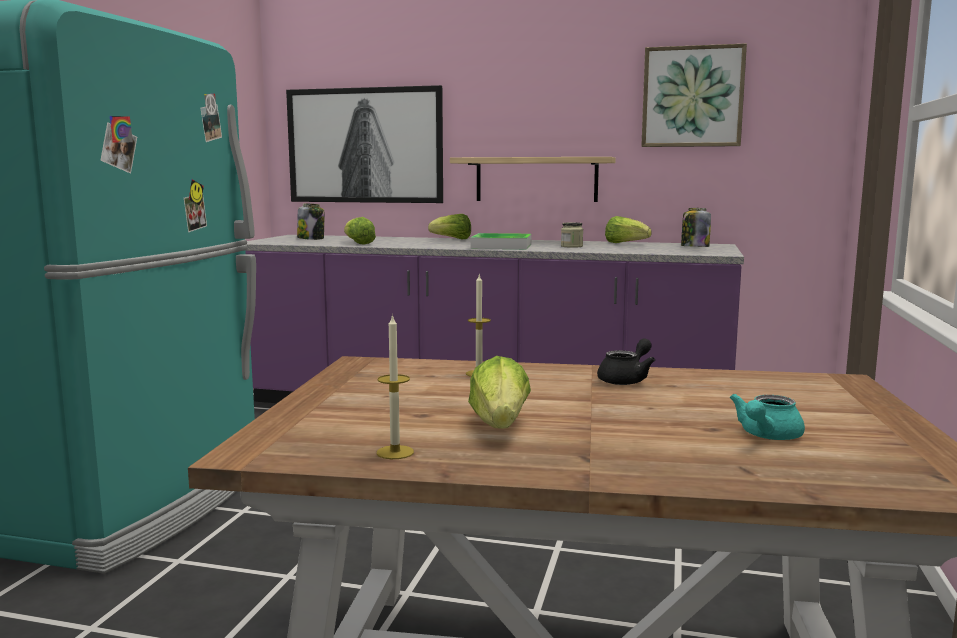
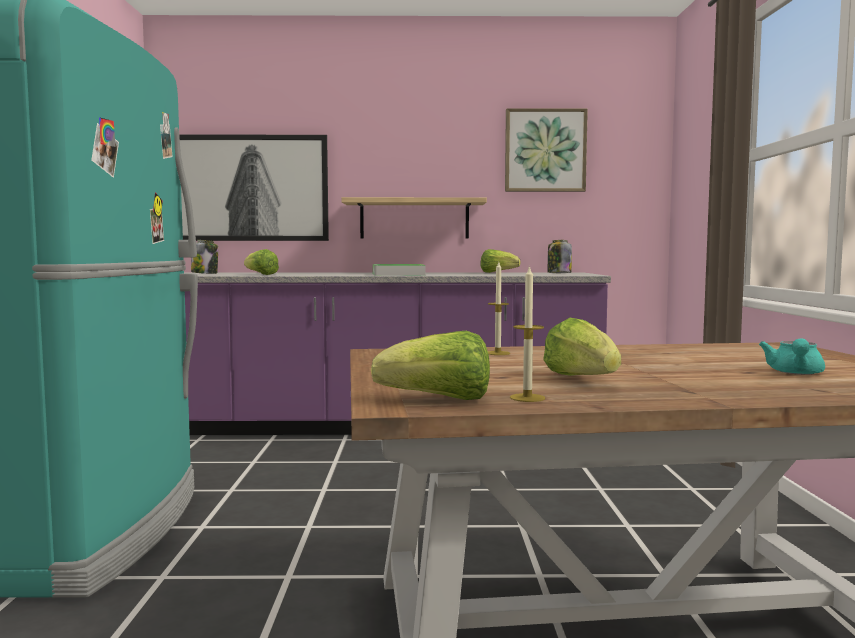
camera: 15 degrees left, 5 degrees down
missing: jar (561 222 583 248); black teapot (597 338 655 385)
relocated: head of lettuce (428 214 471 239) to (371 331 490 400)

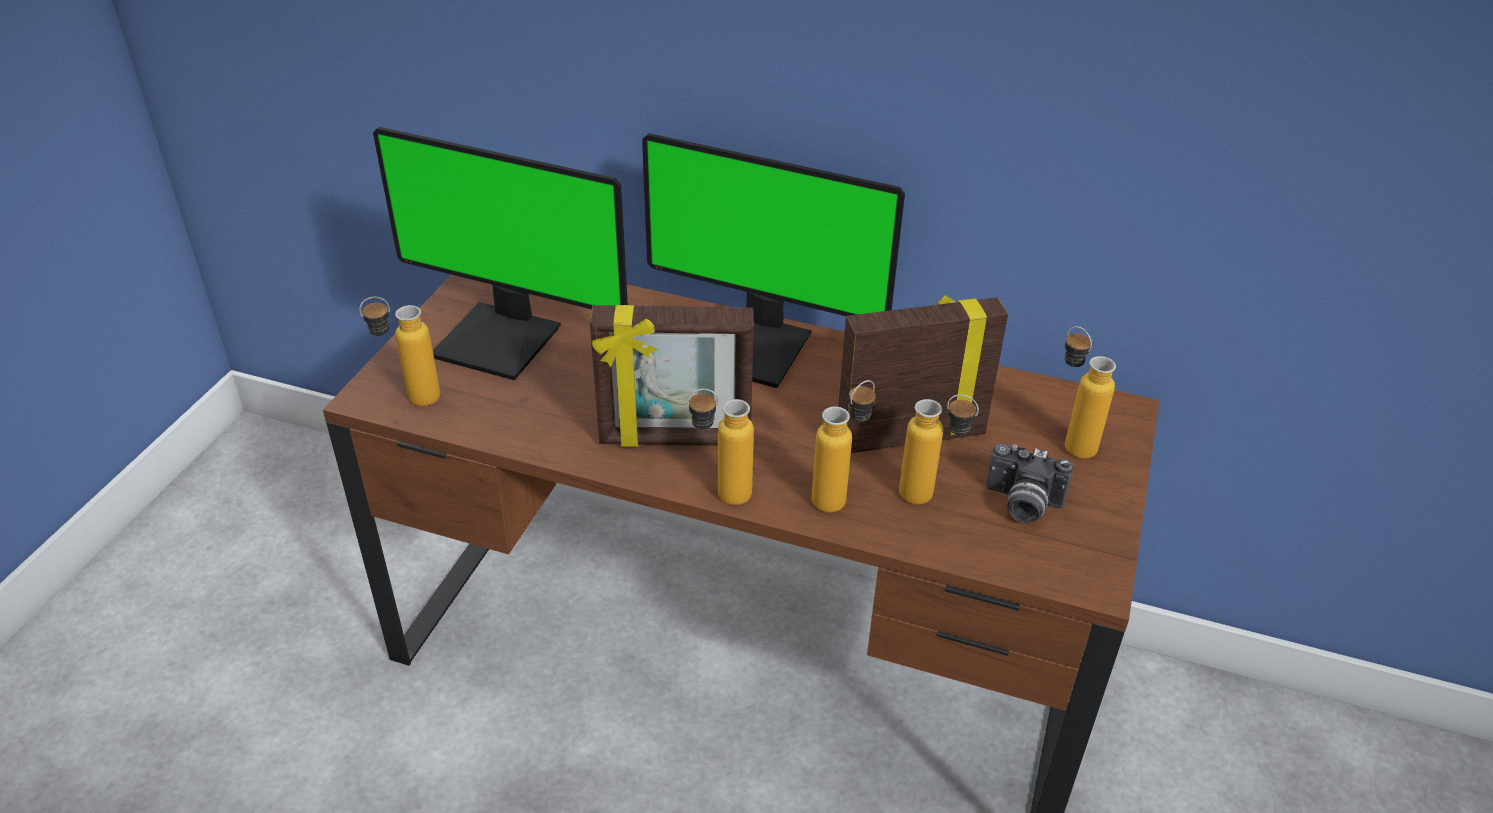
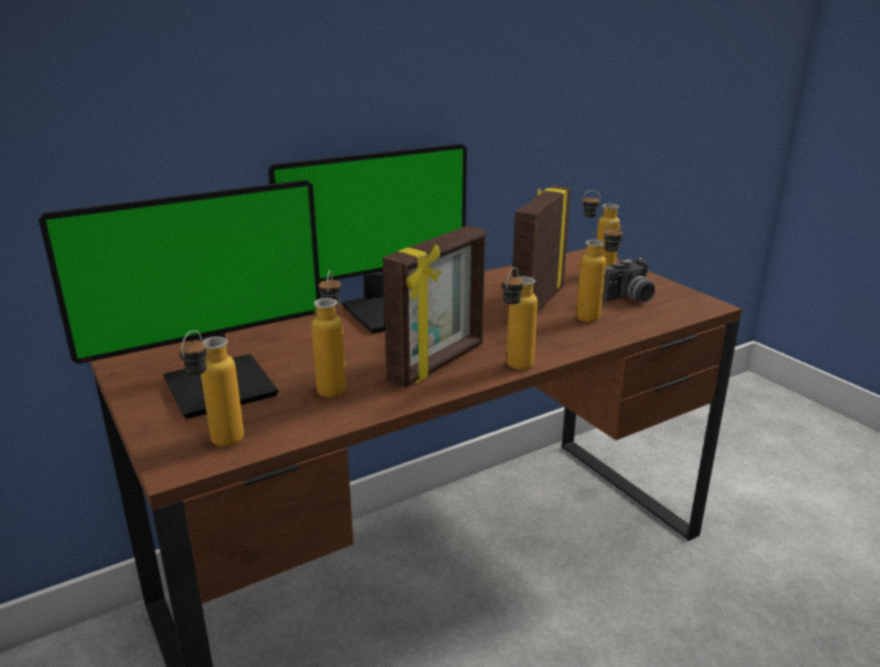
camera: 50 degrees left, 15 degrees down
relocated: beverage bottle (812 380 876 513) to (312 270 346 397)

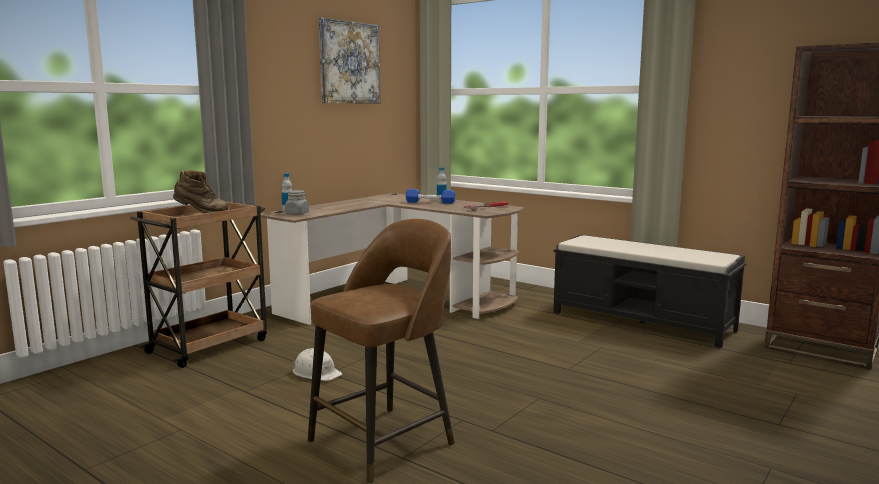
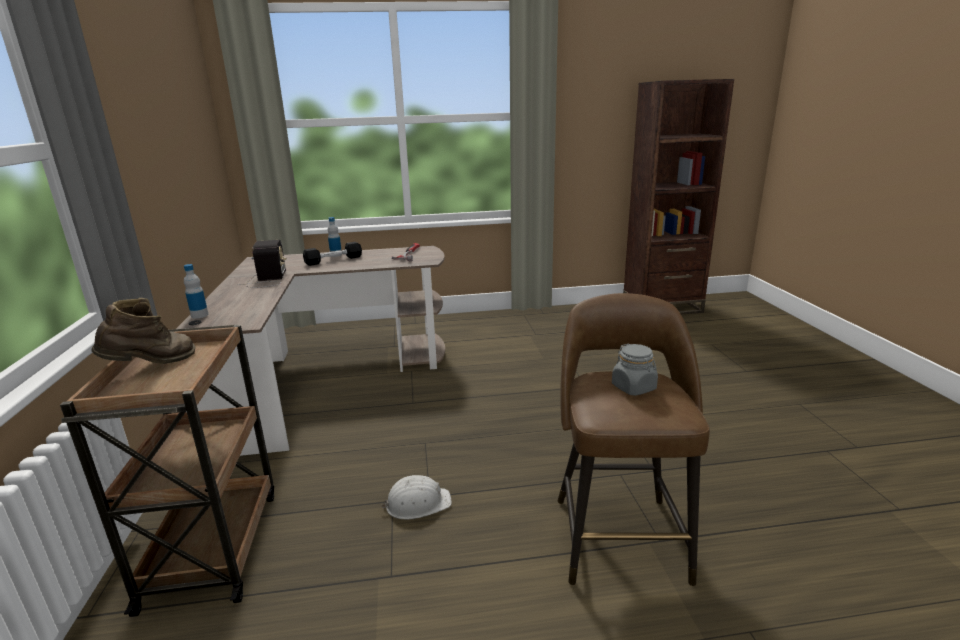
camera: 45 degrees left, 10 degrees up
missing: picture (319 18 380 103); black indoor bench (553 235 746 348)
appeared: radio receiver (237 240 287 288)
relocated: grey jar (285 190 309 215) to (612 343 658 396)
colour: blue free weight (406 189 455 204) to black free weight (303 242 362 266)

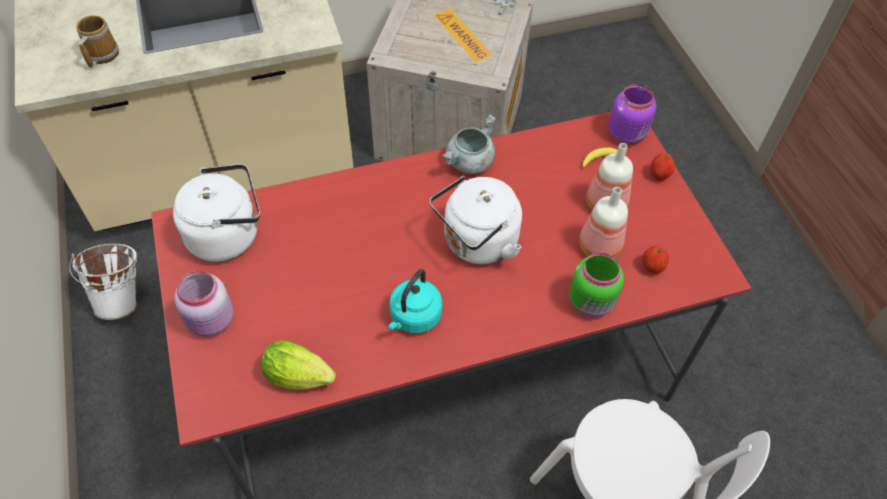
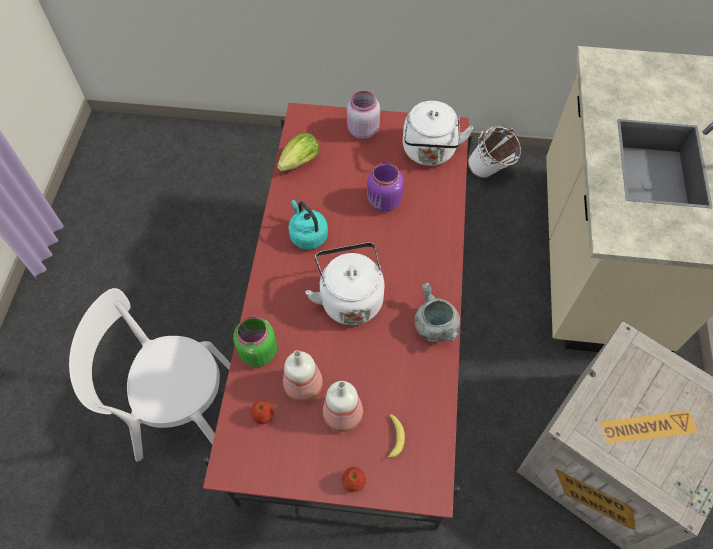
camera: 115 degrees right, 5 degrees up
missing: coffee mug (76 15 119 68)
relocated: purple jar (609 84 656 144) to (367 162 403 212)

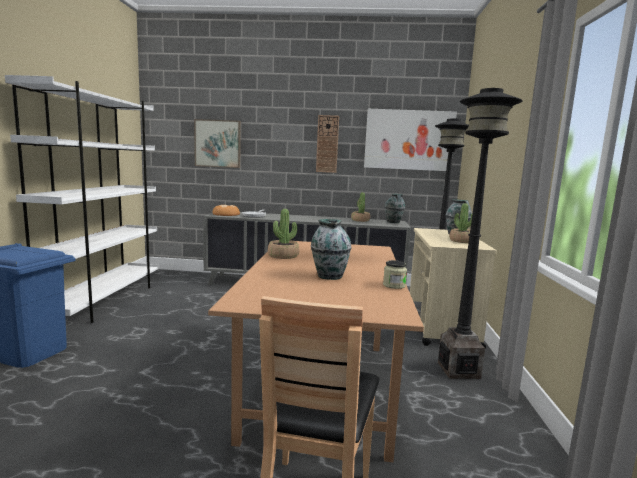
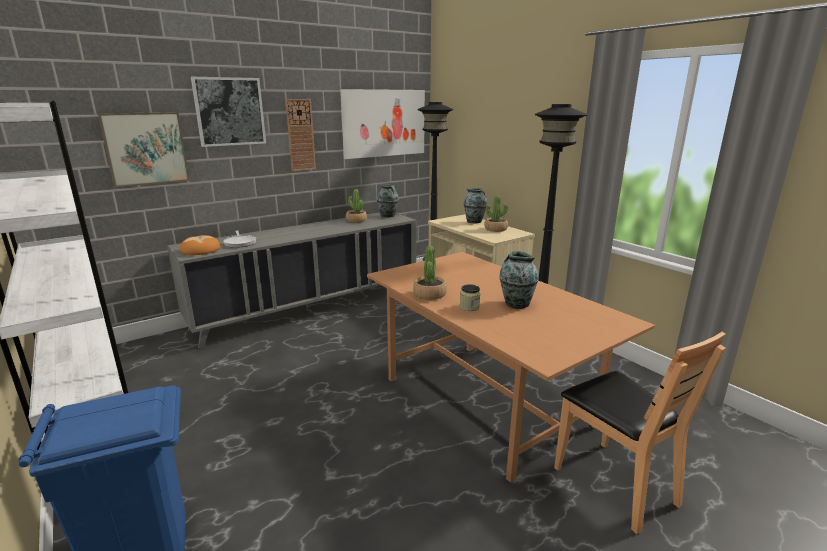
camera: 40 degrees left, 10 degrees up
appeared: picture (191 77 266 147)
relocated: jar (383 260 407 289) to (460 284 480 311)

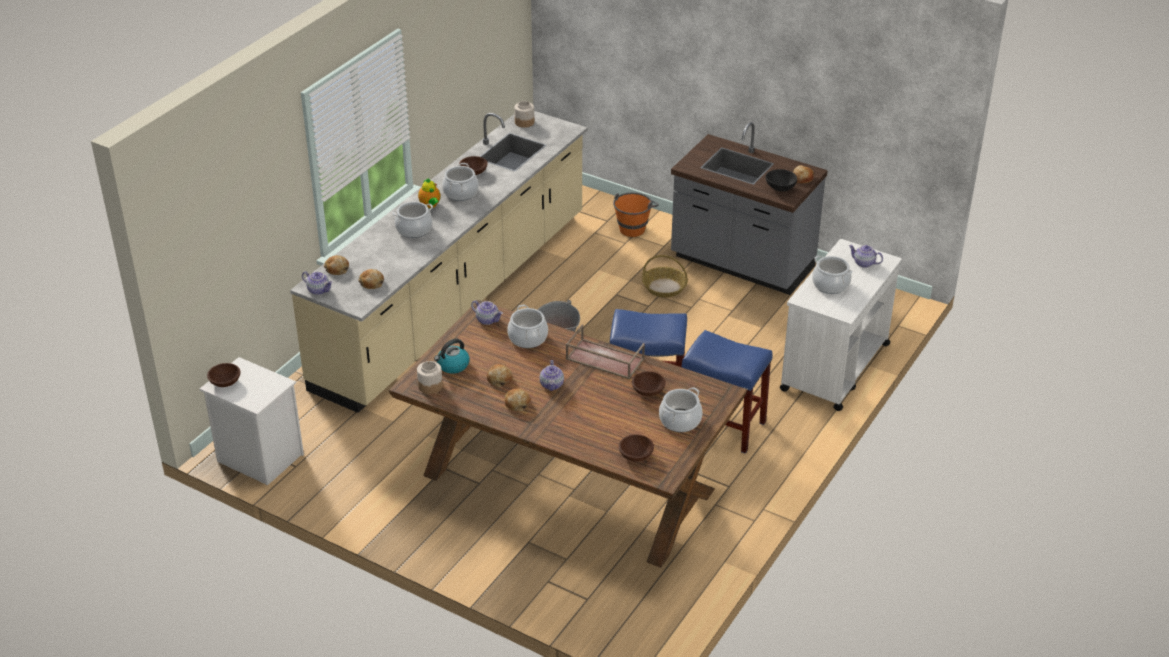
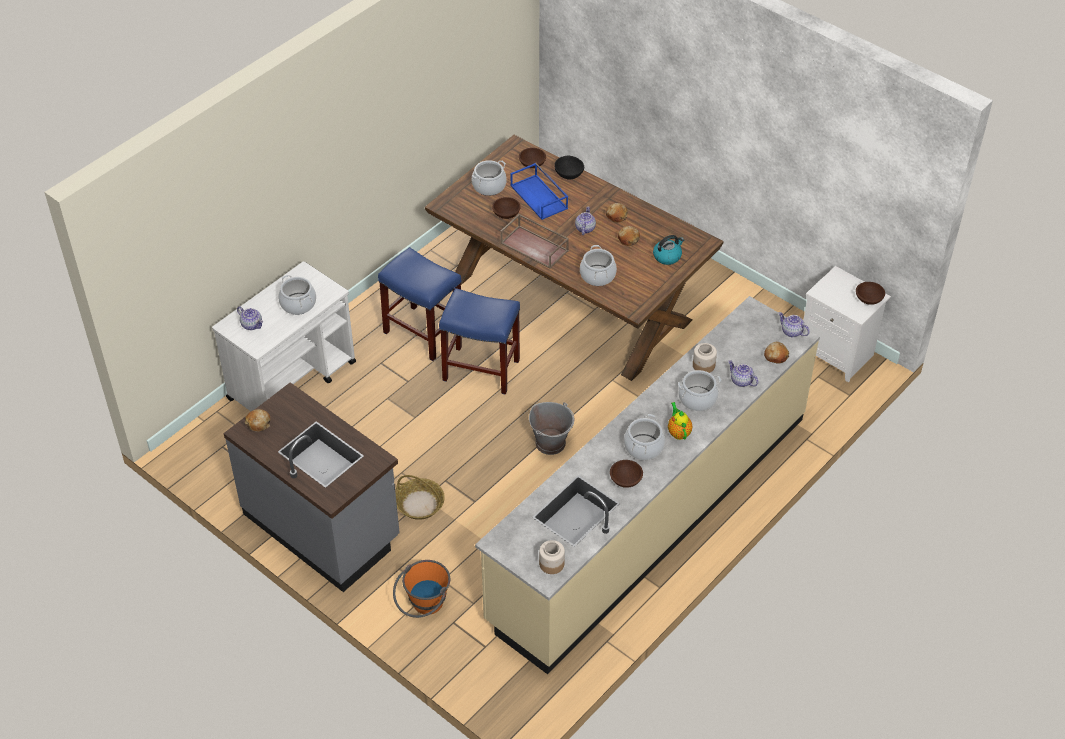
camera: 170 degrees left, 10 degrees up
missing: bakery bread (358 269 384 289)
appeared: blue serving tray (511 163 568 220)
relocated: jar (417 361 443 394) to (693 343 717 373); teapot (471 300 503 325) to (728 360 758 387); black deep dish (766 169 797 192) to (554 156 584 179)

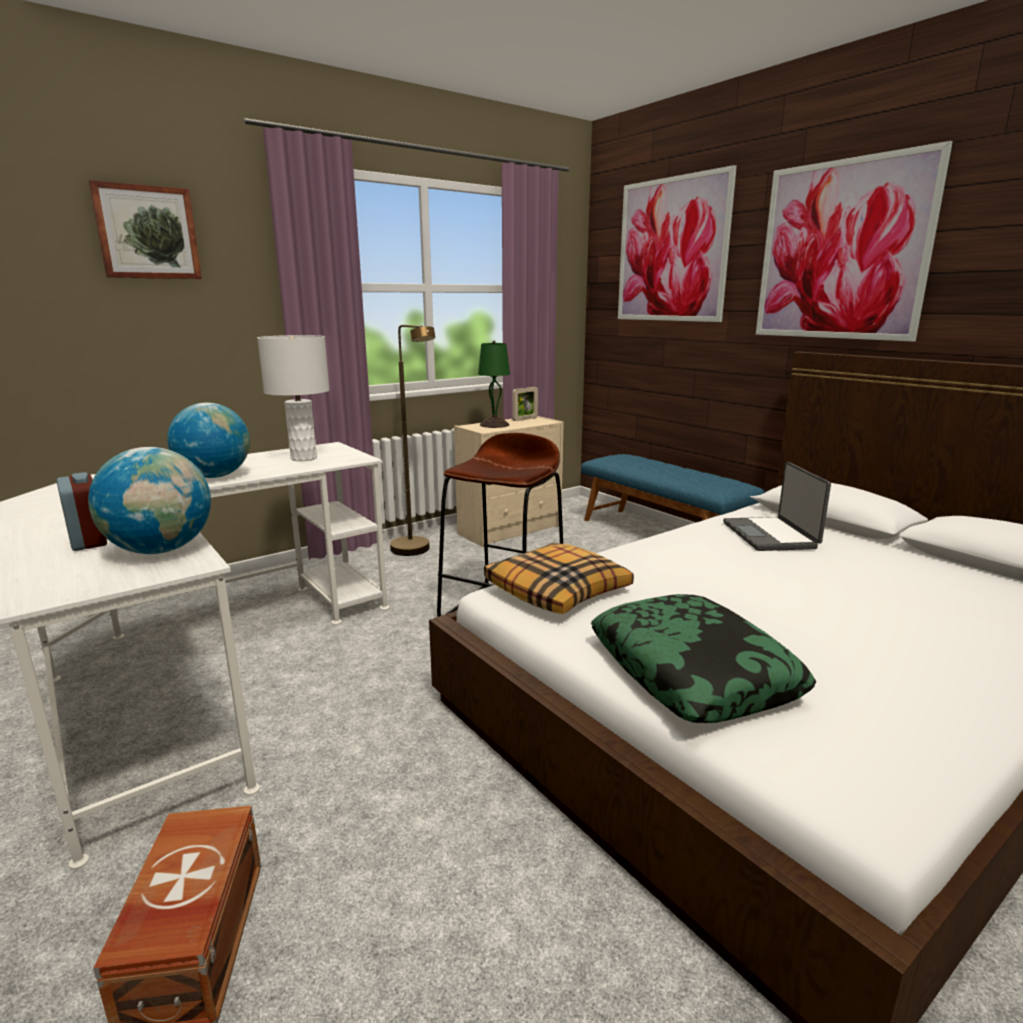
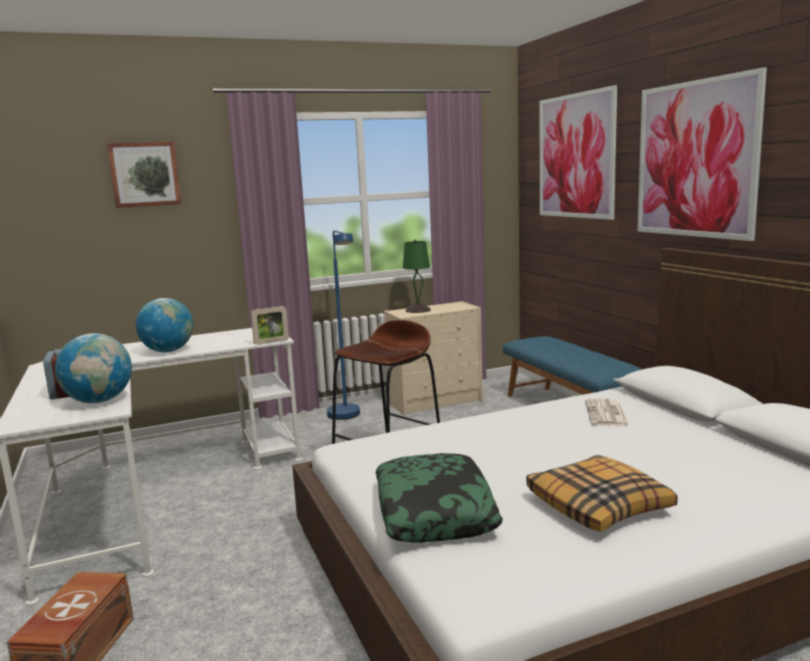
camera: 15 degrees right, 5 degrees down
missing: white lamp for a table (257 335 330 461)
relocated: throw pillow (484 543 634 614) to (526 455 678 532); photo frame (512 387 538 421) to (251 306 289 345)
exchanged: portable computer (723 462 831 551) to newspaper (585 398 629 426)
colour: brownish floor lamp (390 325 435 556) to blue floor lamp (327 230 360 420)

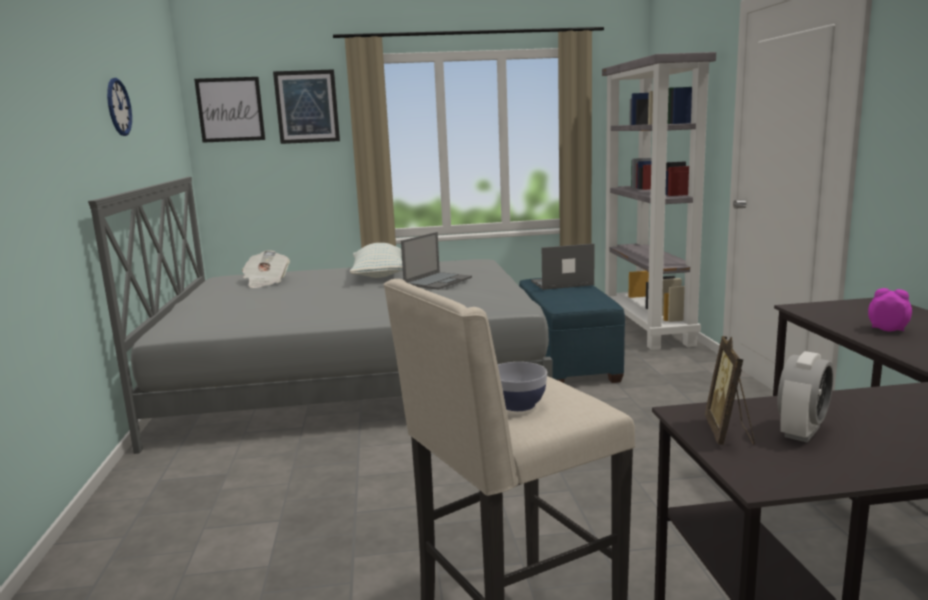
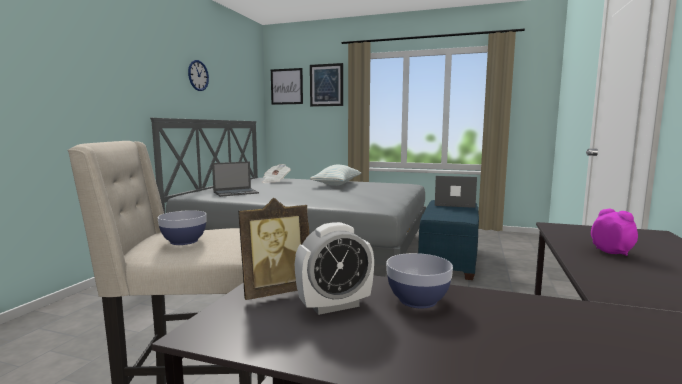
camera: 25 degrees right, 5 degrees down
missing: grey bookcase (602 52 716 350)
appeared: deep dish (386 253 453 309)
relocated: portable computer (401 232 472 290) to (212 162 259 197)
spun: photo frame (705 336 755 445) = (238 198 309 300) 150 degrees counterclockwise

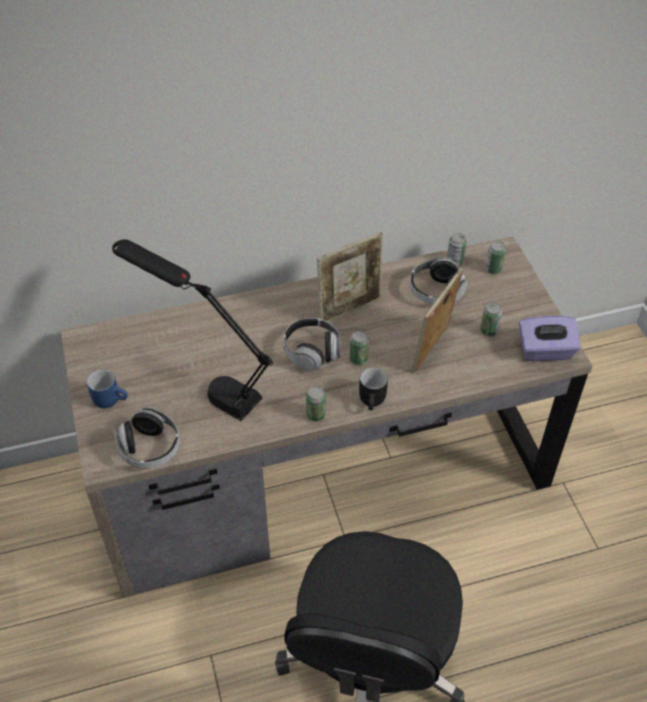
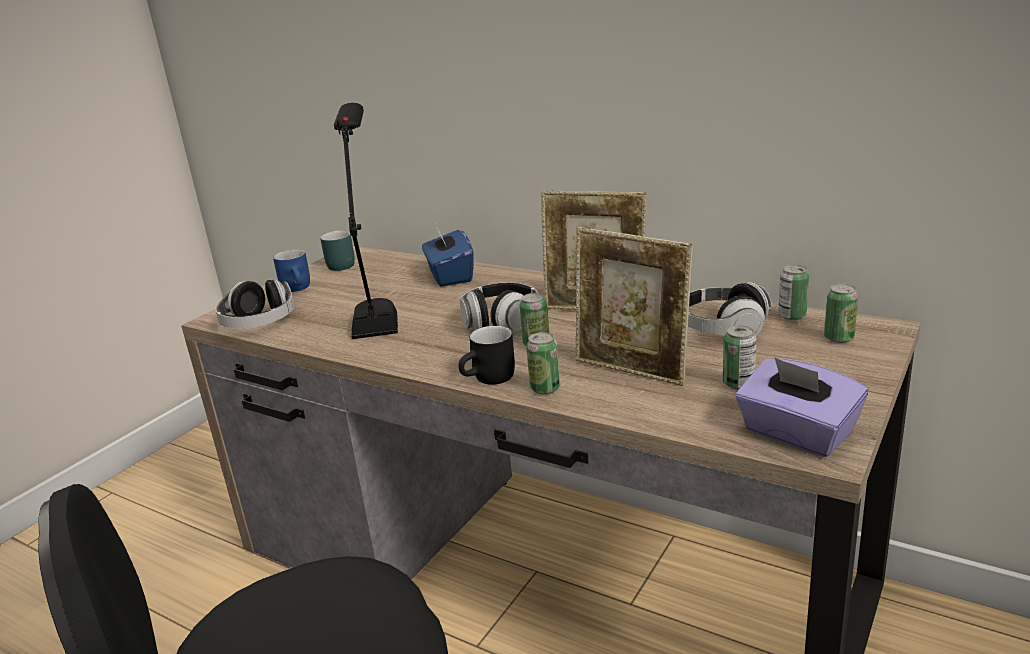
camera: 50 degrees right, 25 degrees down
appeared: turquoise coffee mug (320 231 355 271); blue tissue holder (422 223 474 287)
relocated: metal can (306 386 326 422) to (526 332 560 395)
spun: photo frame (411 268 463 373) = (576 227 693 386) 135 degrees counterclockwise

